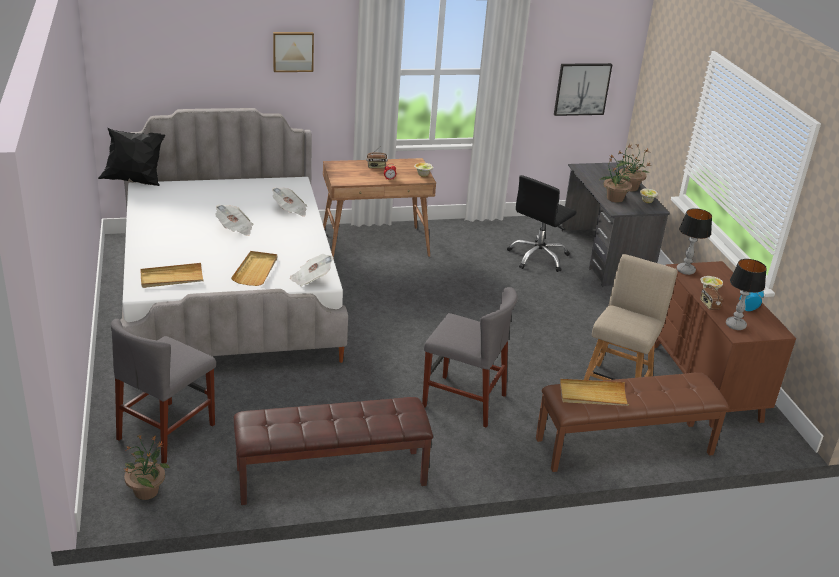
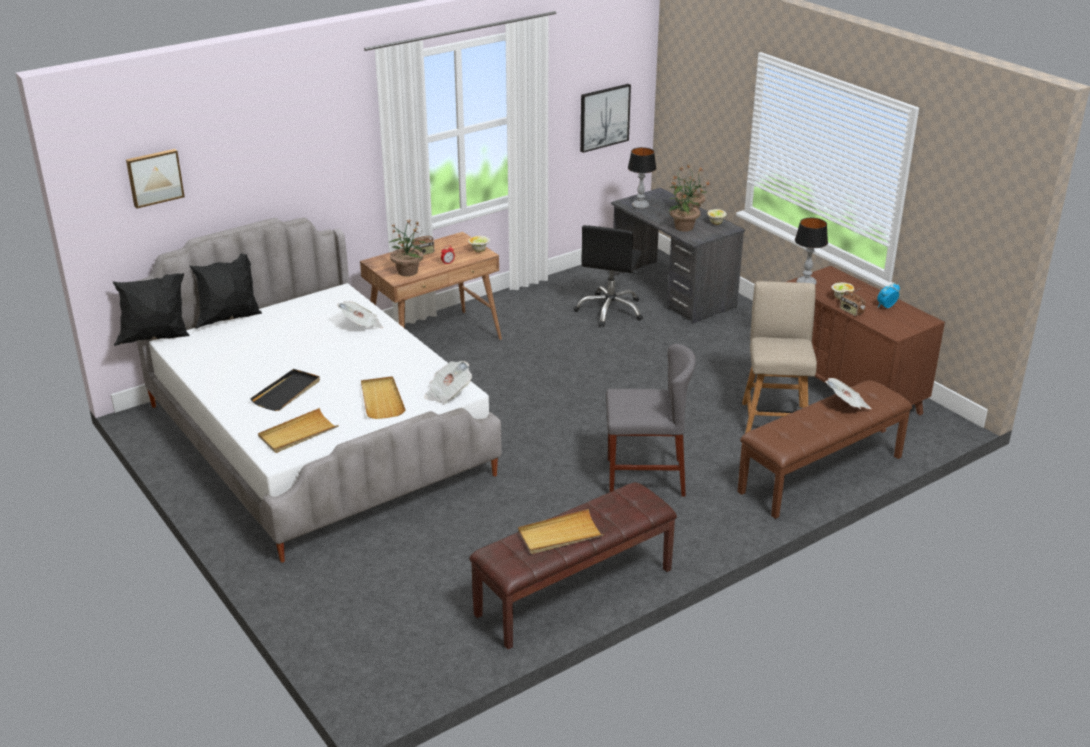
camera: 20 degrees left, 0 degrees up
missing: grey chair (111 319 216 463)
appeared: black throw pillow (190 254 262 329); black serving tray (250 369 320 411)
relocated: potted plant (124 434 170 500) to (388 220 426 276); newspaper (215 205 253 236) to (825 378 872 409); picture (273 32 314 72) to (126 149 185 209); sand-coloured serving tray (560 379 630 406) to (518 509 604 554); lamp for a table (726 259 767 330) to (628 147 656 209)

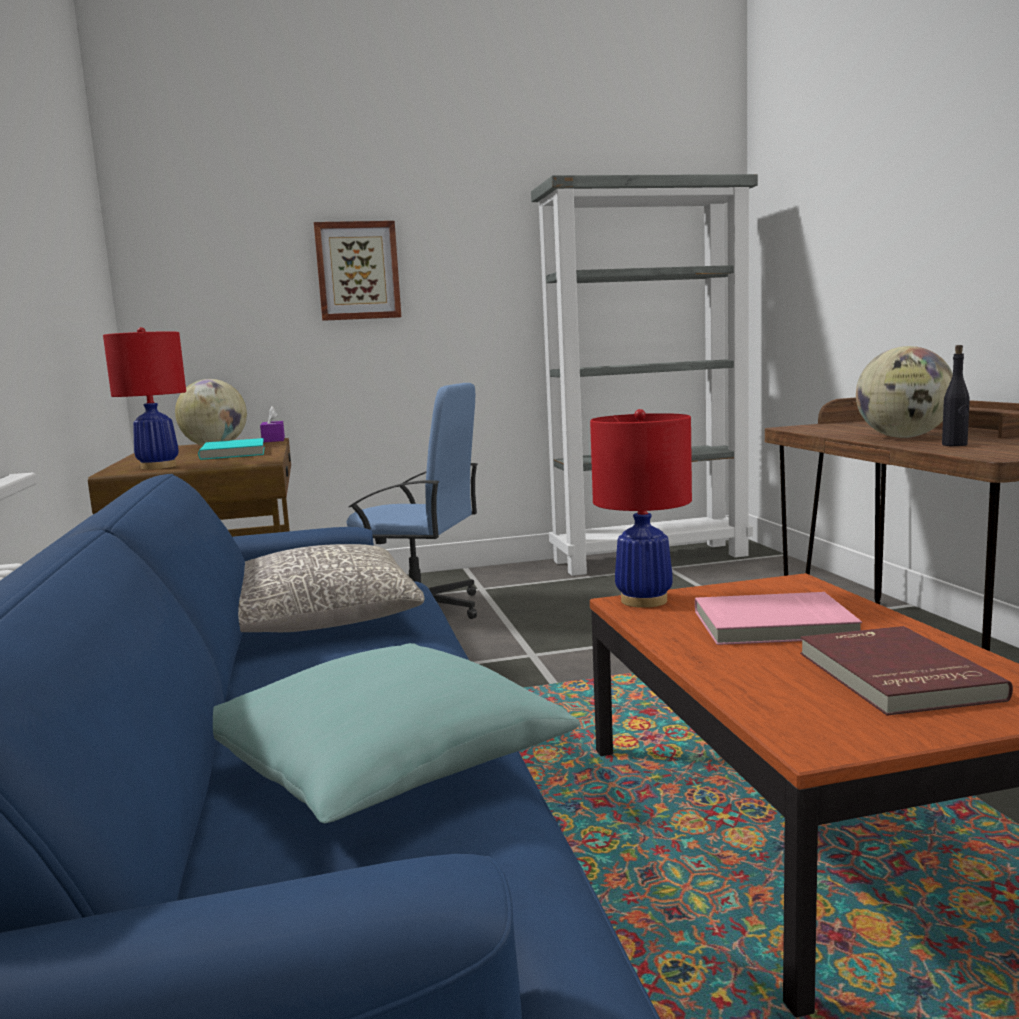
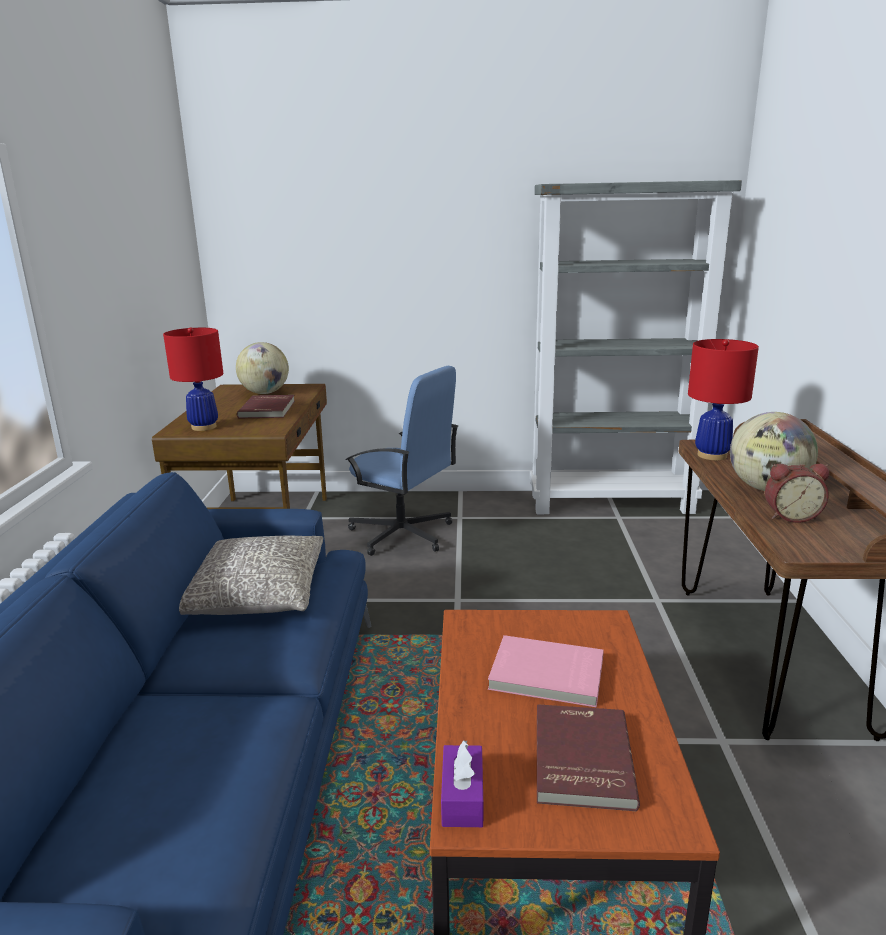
camera: 15 degrees right, 10 degrees up
missing: turquoise throw pillow (213 643 580 824); picture (314 221 401 321)
relocated: purple tissue holder (260 407 285 442) to (441 740 483 827); red-coloured lamp for a table (590 409 692 608) to (688 339 759 460)
exchanged: black beverage bottle (942 345 970 446) to alarm clock (765 464 829 523)
colour: turquoise volume (198 438 265 460) to red-coloured volume (237 395 295 418)

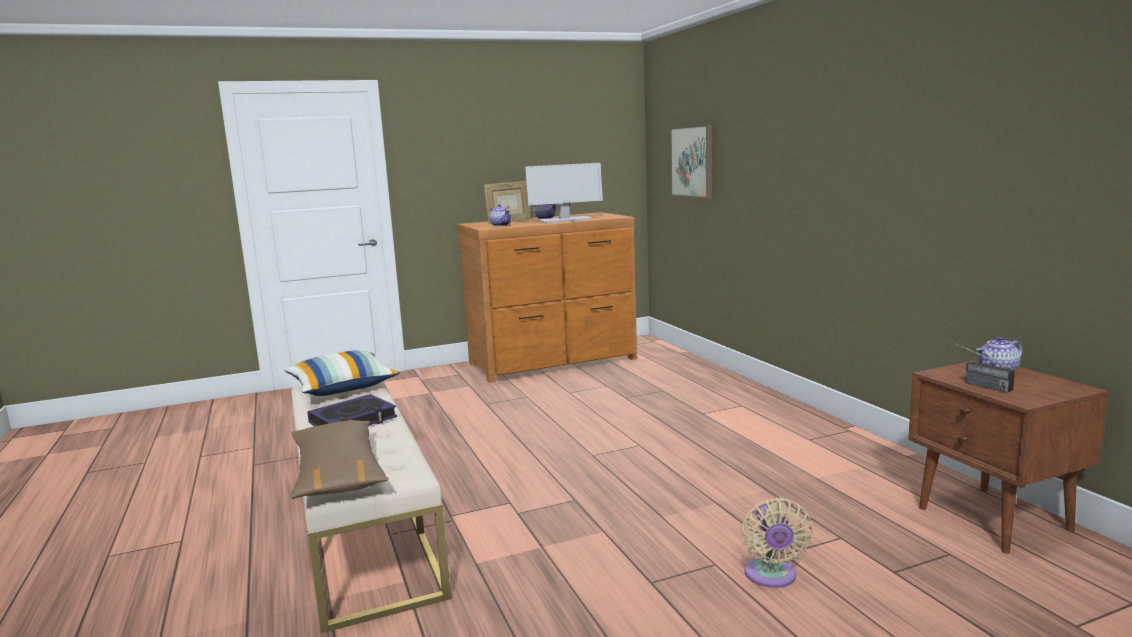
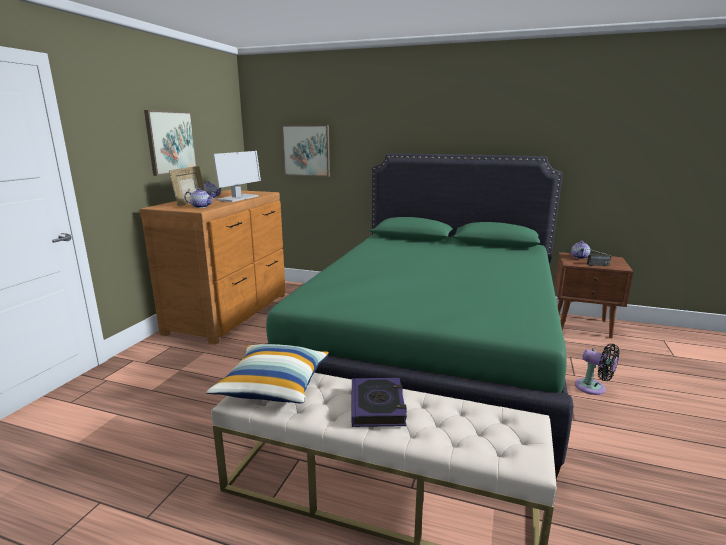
camera: 50 degrees left, 5 degrees up
missing: brownish throw pillow (291 420 389 499)
appeared: picture (144 110 197 176); greenish bed (265 154 574 479)
colour: sand-coloured fan (741 498 813 588) to black fan (575 344 619 395)

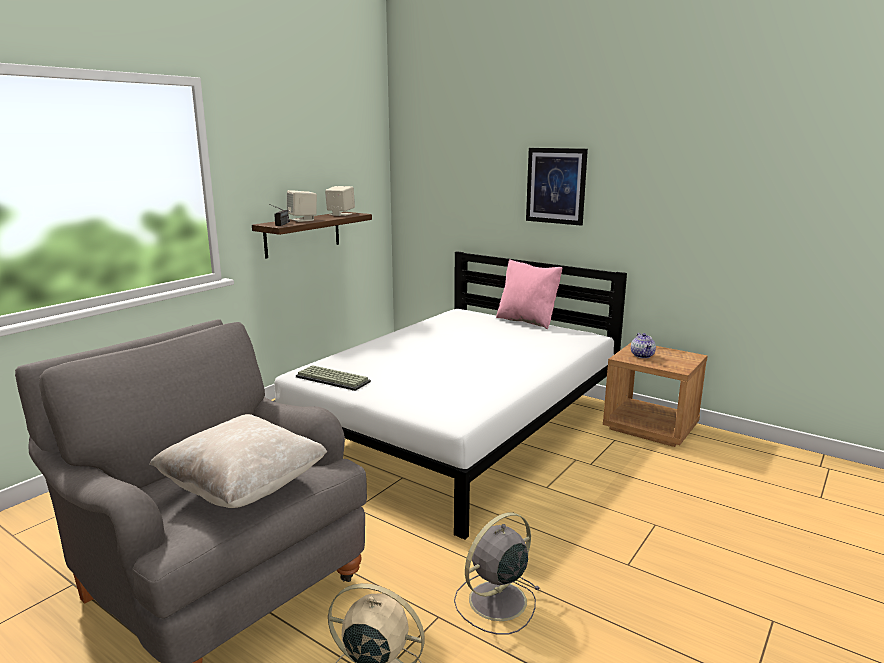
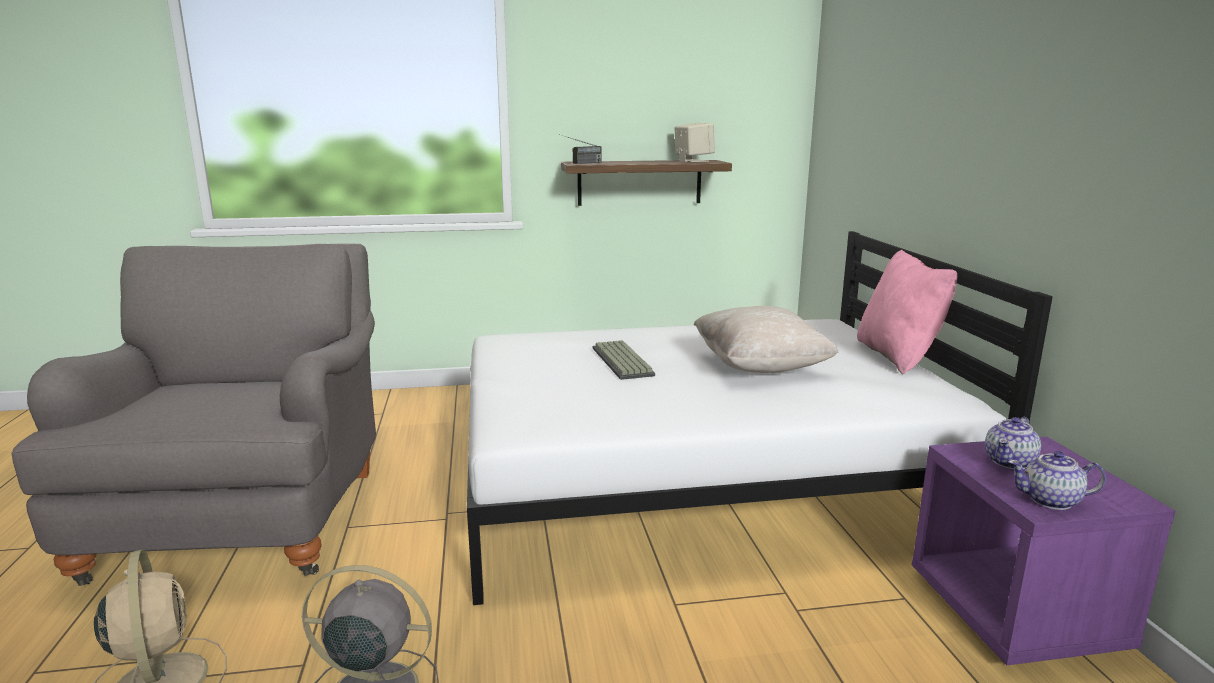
camera: 45 degrees right, 0 degrees up
missing: sand-coloured loudspeaker (287 190 317 222); picture (526 148 588 226)
appeared: teapot (1008 451 1106 510)
relocated: sand-coloured throw pillow (149 414 327 508) to (694 306 838 373); PC keyboard (296 365 371 391) to (593 340 655 380)
colour: brownish night table (603 343 708 447) to purple night table (912 437 1175 665)

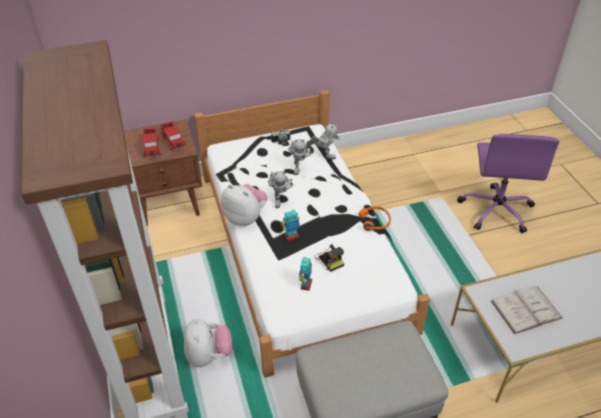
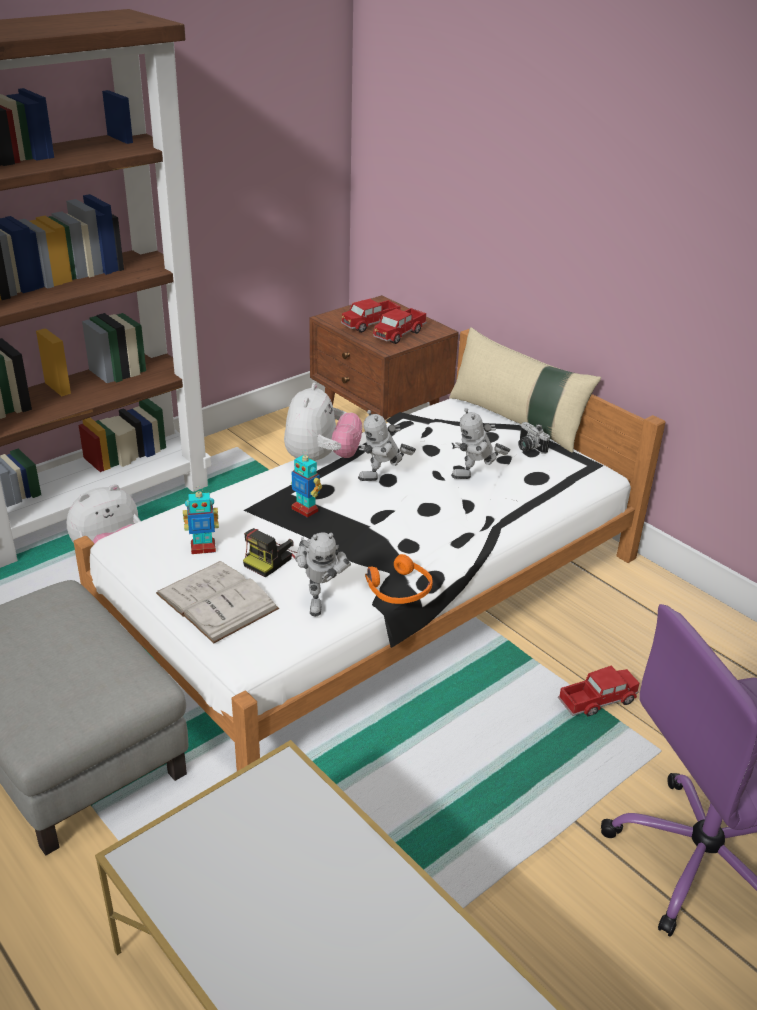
camera: 65 degrees right, 10 degrees down
appeared: sand-coloured throw pillow (449 327 601 453); model truck (558 666 639 716)
relocated: model robot (306 122 340 160) to (295 532 351 616); white volume (491 286 563 334) to (156 561 279 643)

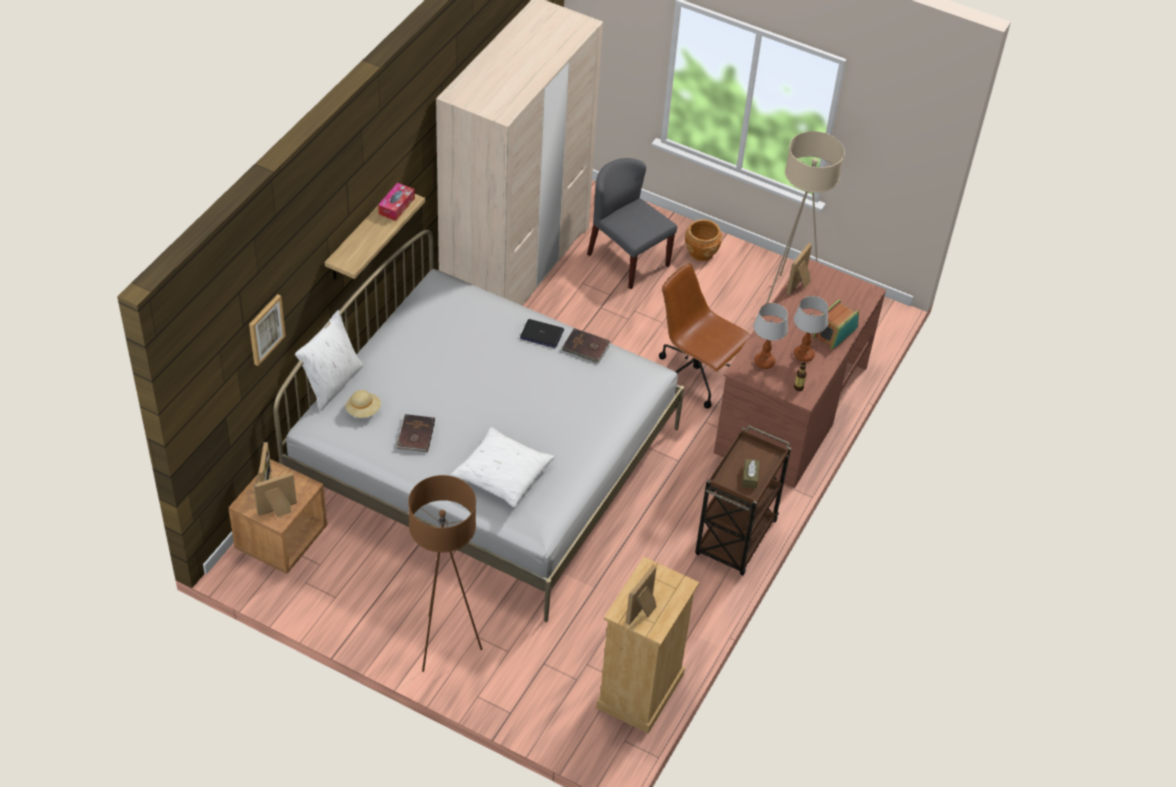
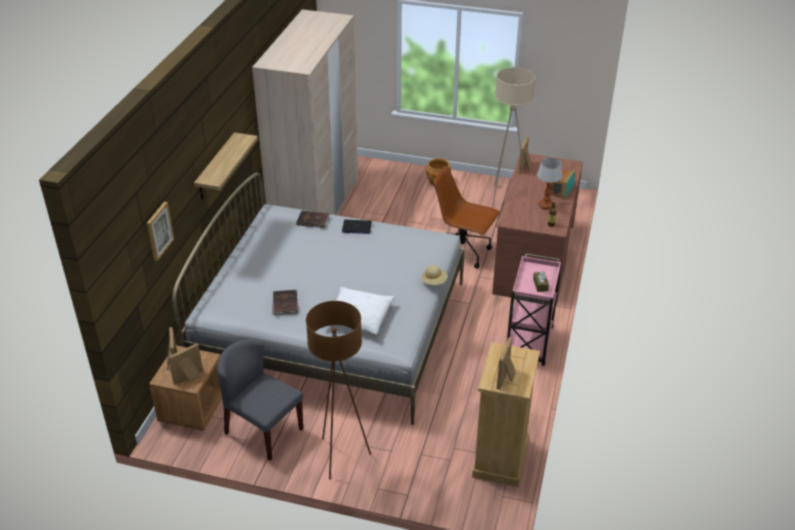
camera: 10 degrees left, 10 degrees down
missing: white throw pillow (295 310 364 411); tissue holder (378 183 415 221); lamp for a table (753 303 788 369)
relocated: sand-coloured hat (346 390 381 418) to (421 265 448 285); brownish volume (562 328 610 363) to (296 210 330 228); grey chair (587 158 677 289) to (217 339 303 461)
colour: brownish cart (695 425 791 575) to pinkish cart (507 254 562 366)

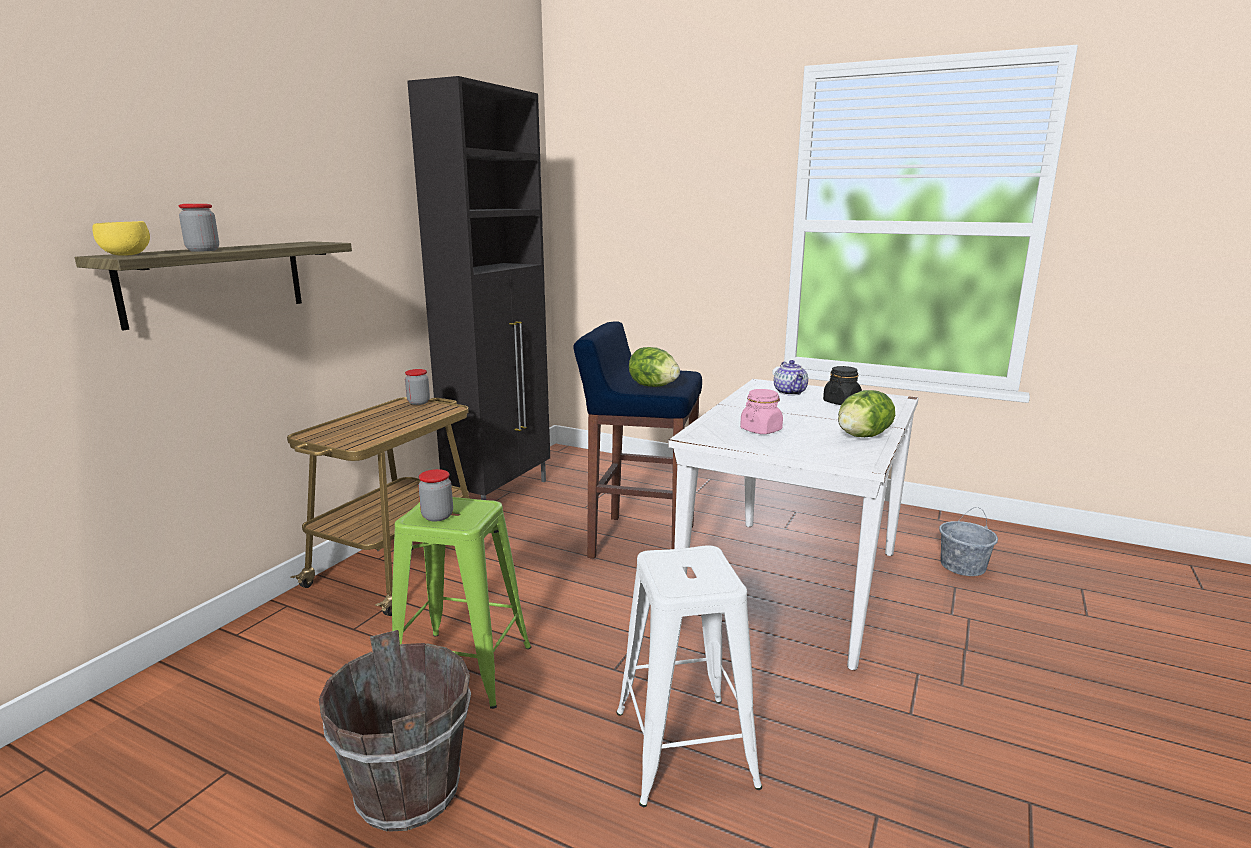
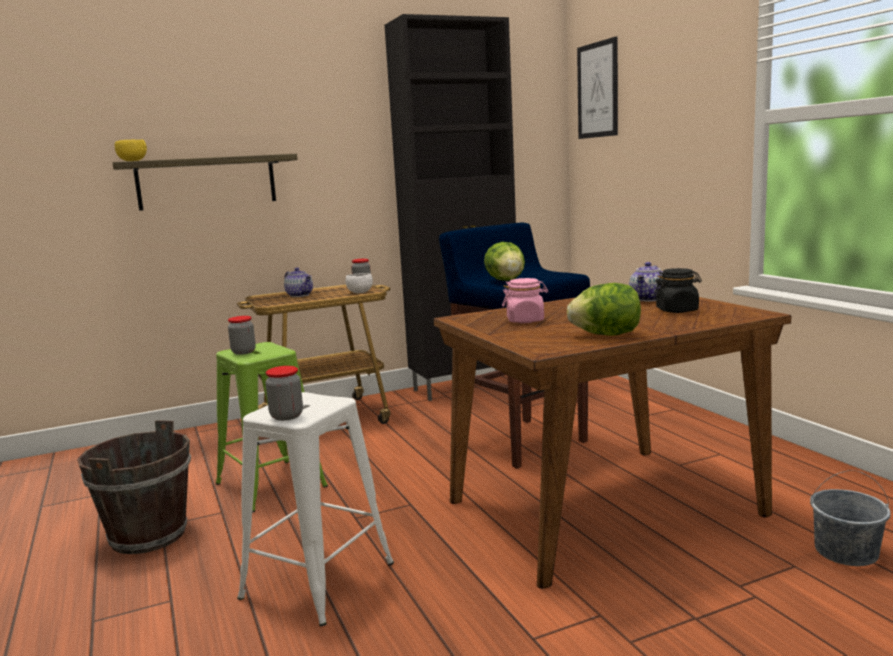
camera: 40 degrees right, 5 degrees down
appeared: teapot (284 268 313 297); white deep dish (346 273 373 293); picture (577 37 618 139)
relocated: jar (178 204 219 252) to (266 366 303 421)
colour: white dining table (668 379 918 670) to brownish dining table (433 297 791 589)

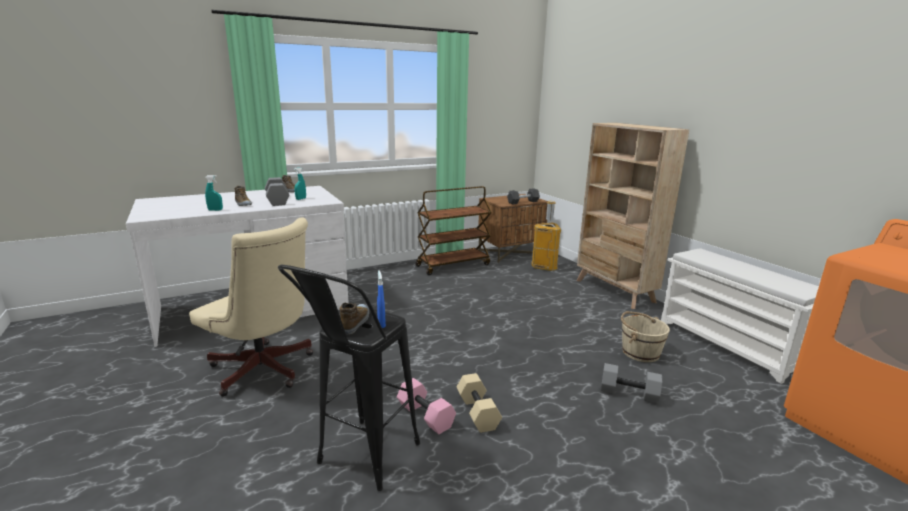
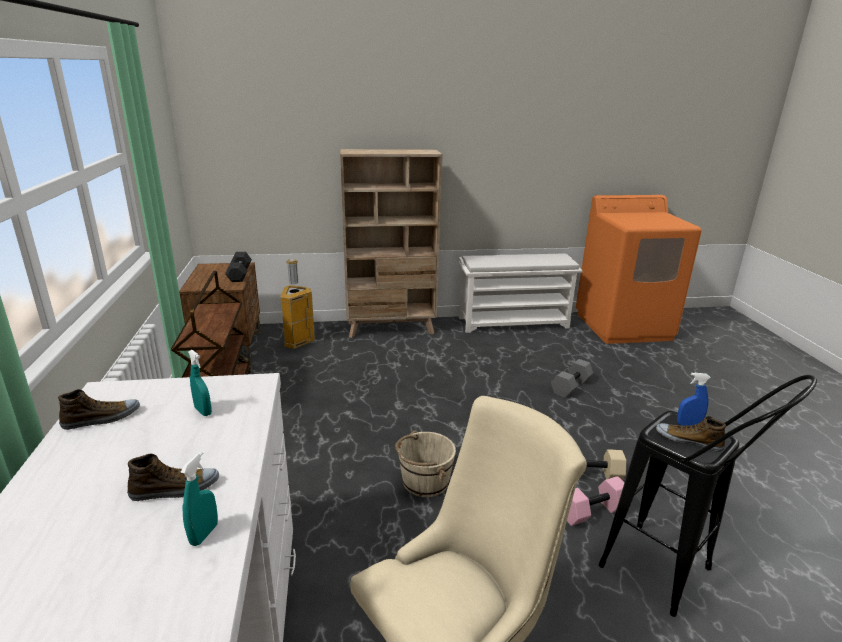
camera: 70 degrees left, 5 degrees up
missing: grey free weight (265 177 289 206)
relocated: sand-coloured bucket (621 311 670 362) to (395 430 456 497)

